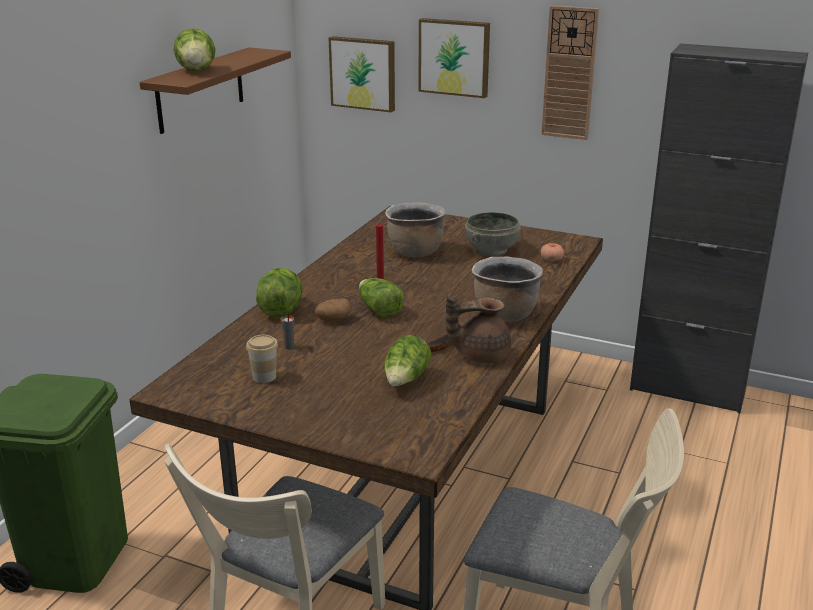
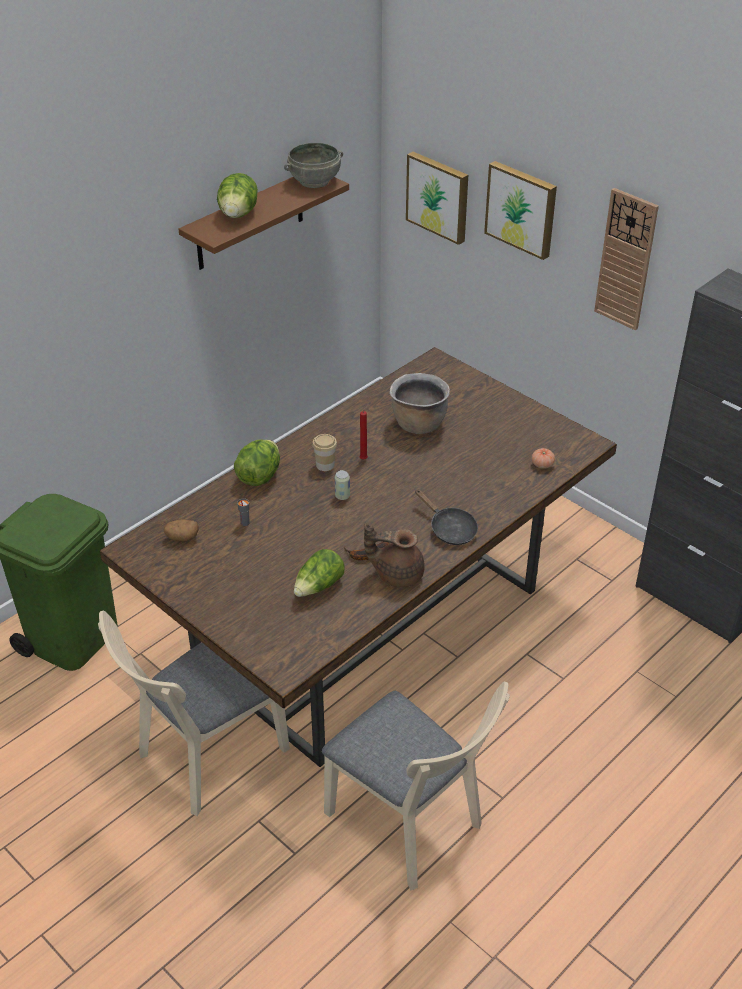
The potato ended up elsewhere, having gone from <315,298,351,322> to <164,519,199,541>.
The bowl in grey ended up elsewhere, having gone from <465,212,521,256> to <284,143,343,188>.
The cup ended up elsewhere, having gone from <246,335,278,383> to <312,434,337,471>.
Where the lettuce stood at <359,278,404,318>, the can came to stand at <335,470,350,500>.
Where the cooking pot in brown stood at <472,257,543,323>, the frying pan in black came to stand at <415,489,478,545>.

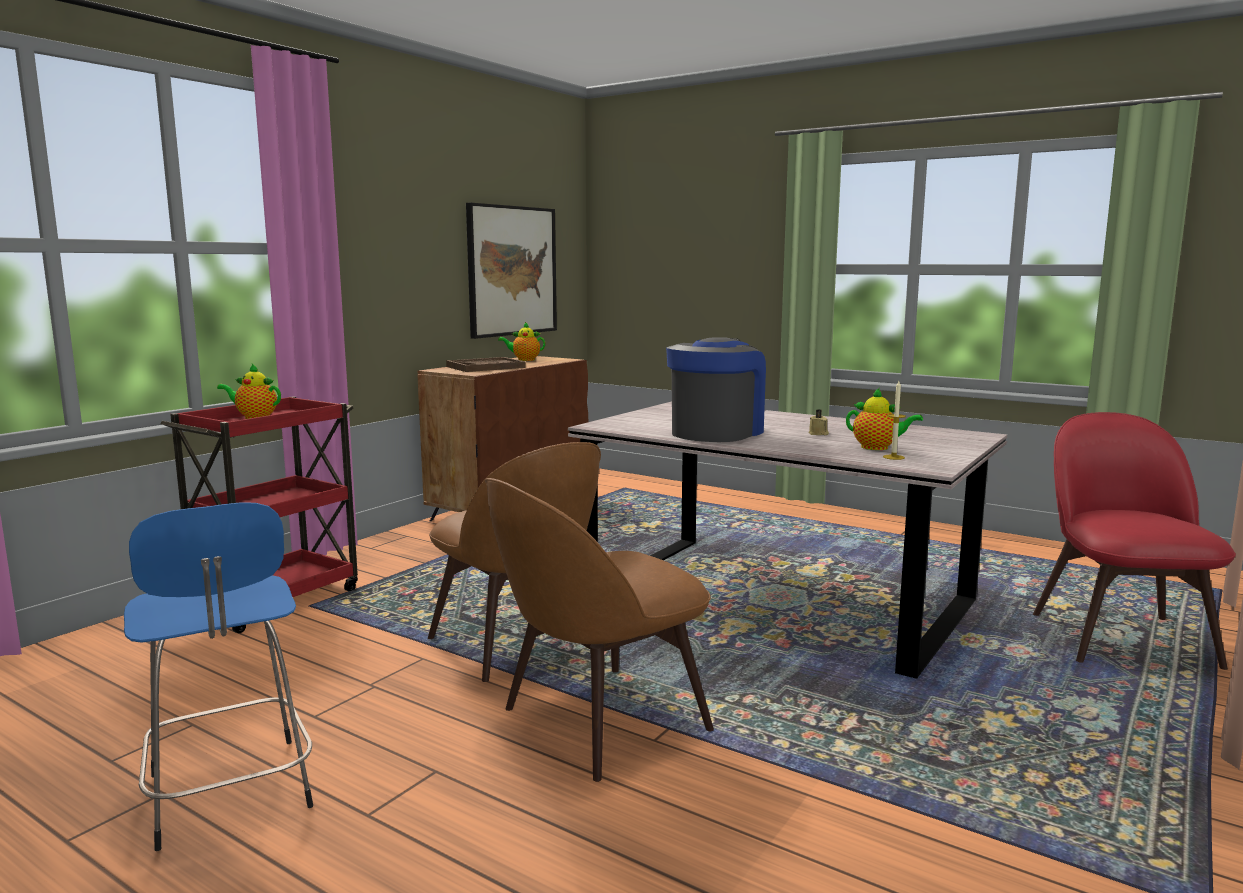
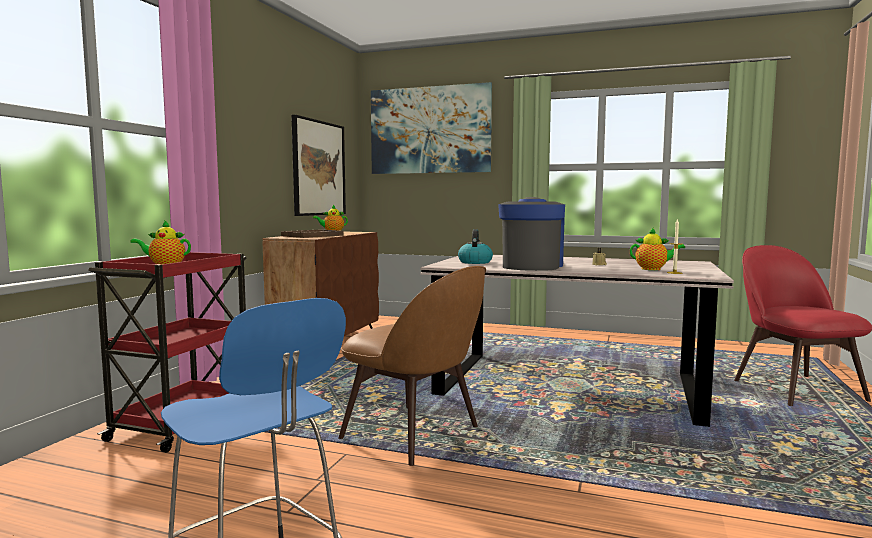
The second view gained the picture at <371,82,492,174>.
The second view gained the kettle at <458,229,493,264>.
The second view lost the chair in brown at <485,478,714,782>.

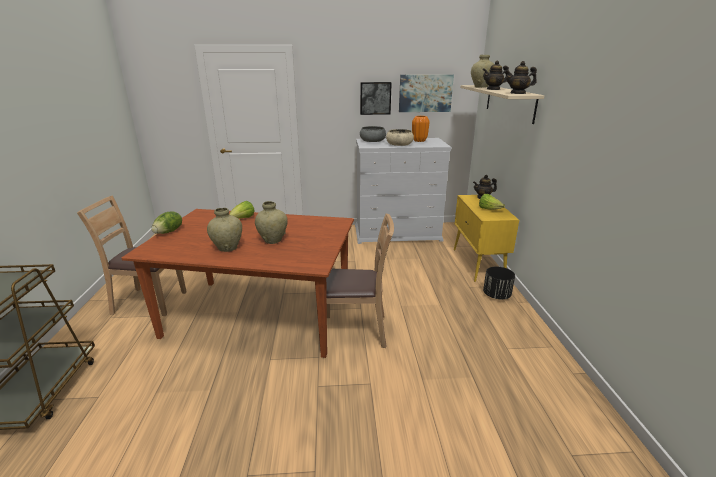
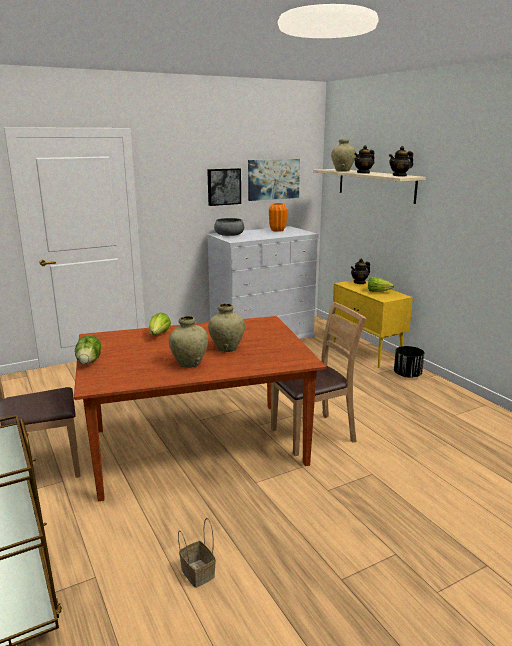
The second view gained the basket at <178,518,216,588>.
The second view lost the bowl in beige at <386,129,414,146>.

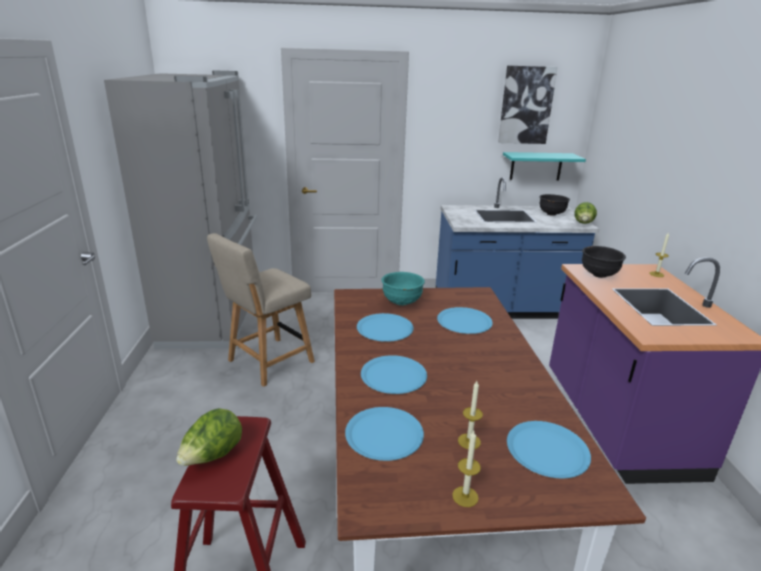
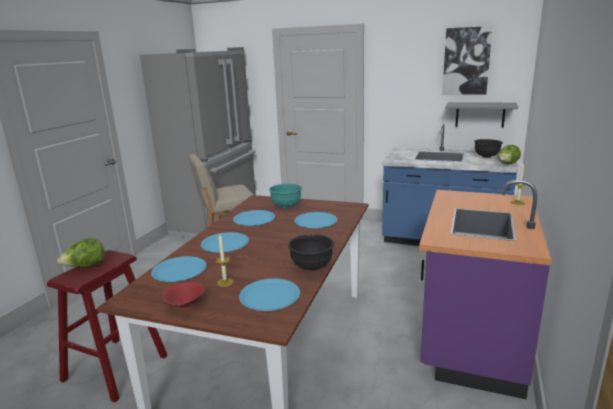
Where the candle stood at <452,431,481,507>, the bowl in red came to stand at <161,282,205,309>.
The bowl in black ended up elsewhere, having gone from <582,246,626,278> to <288,234,334,271>.
What was the shelf in turquoise at <503,152,586,181> turned into the shelf in grey at <446,102,518,128>.

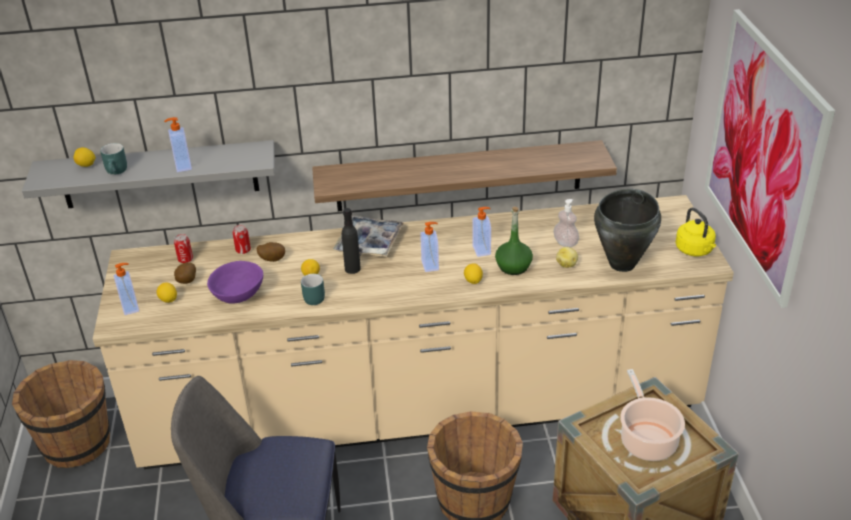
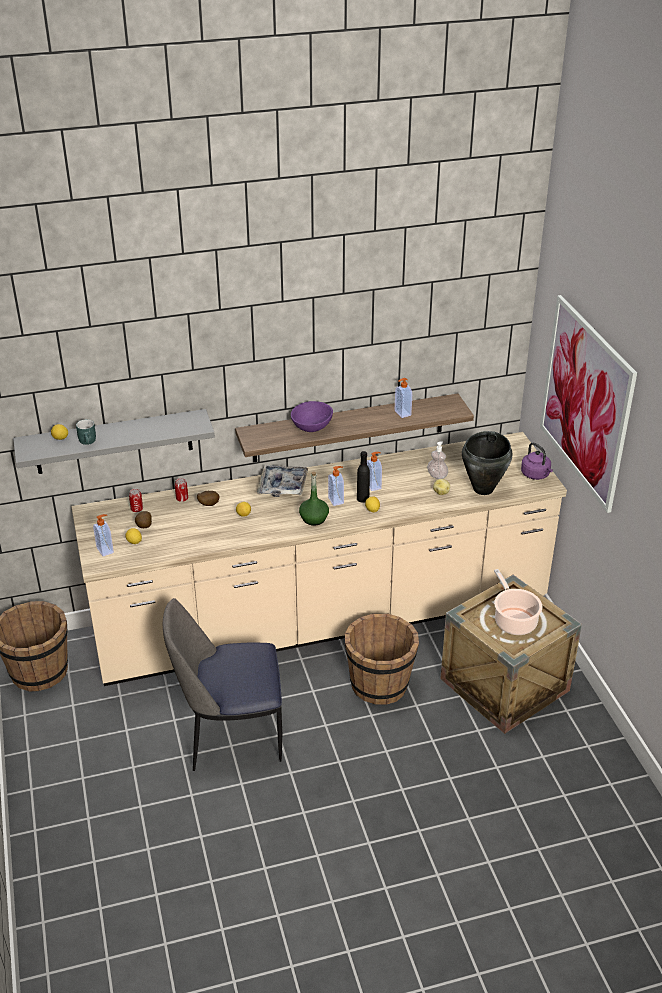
The bowl in purple ended up elsewhere, having gone from <207,261,263,304> to <291,401,333,432>.
The bottle in green ended up elsewhere, having gone from <495,207,533,275> to <299,472,329,526>.
The bottle in black ended up elsewhere, having gone from <342,208,361,274> to <357,451,370,503>.
The soap dispenser ended up elsewhere, having gone from <164,117,192,172> to <394,378,412,418>.
What was the kettle in yellow at <675,208,716,256> turned into the kettle in purple at <521,442,553,480>.
The second view lost the mug in turquoise at <301,274,325,305>.

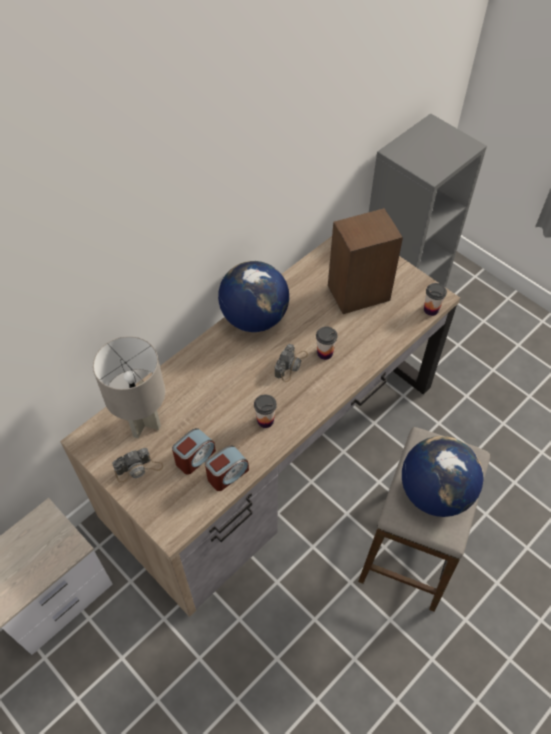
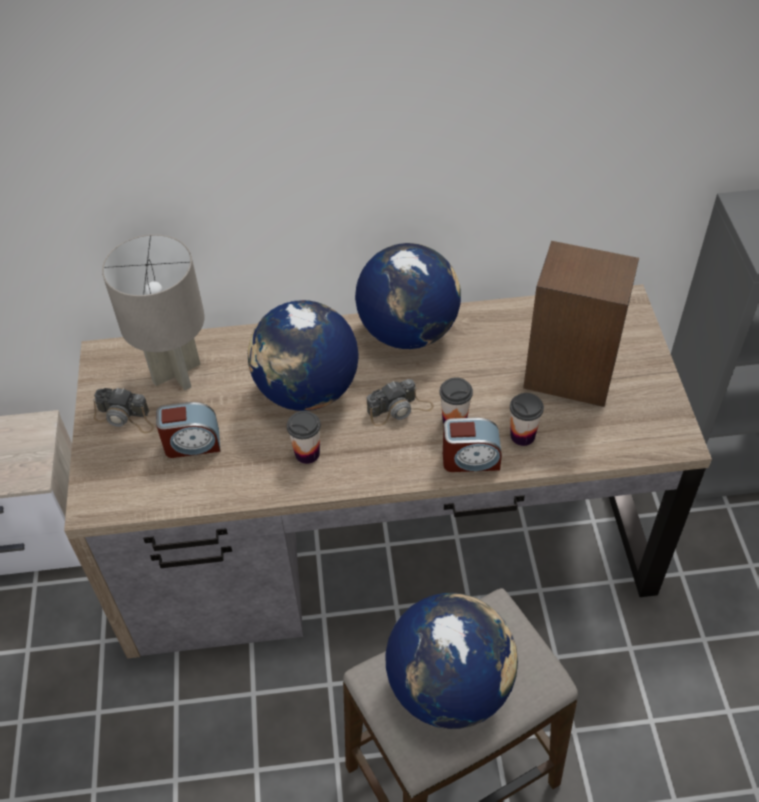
The second view gained the globe at <248,300,359,411>.
The alarm clock ended up elsewhere, having gone from <205,446,249,491> to <443,418,502,472>.
The cup ended up elsewhere, having gone from <424,283,447,316> to <510,393,544,446>.

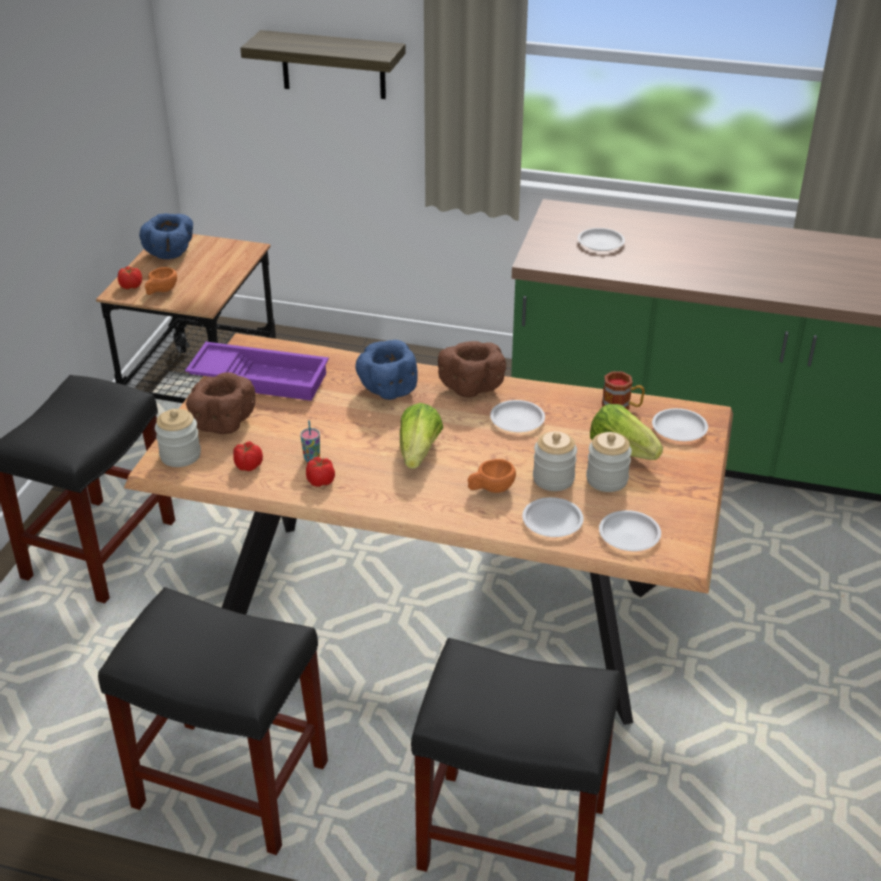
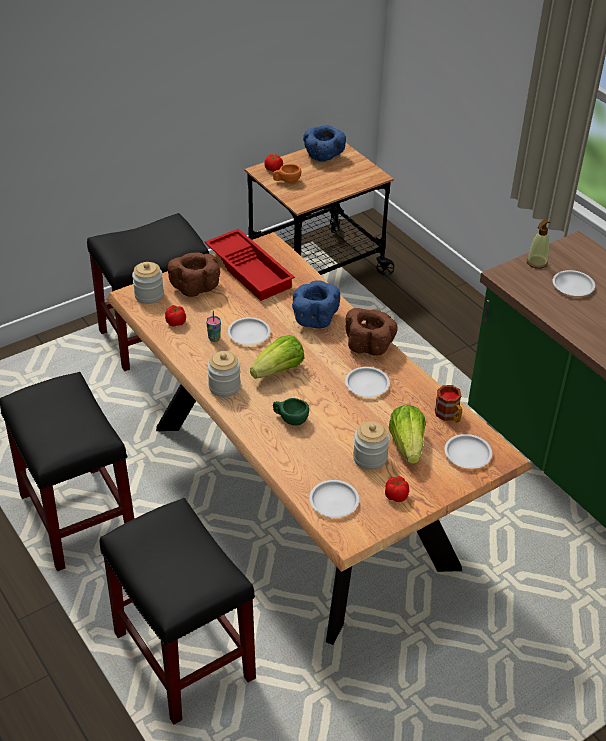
What was the tray in purple at <185,342,329,401> turned into the tray in red at <205,229,295,301>.
The jar ended up elsewhere, having gone from <533,431,577,491> to <207,351,241,397>.
The plate in white ended up elsewhere, having gone from <522,497,583,537> to <228,317,270,345>.
What was the cup in orange at <468,459,516,493> turned into the cup in green at <273,398,309,426>.
The tomato ended up elsewhere, having gone from <306,457,335,487> to <385,476,409,502>.
The second view gained the soap dispenser at <527,219,550,269>.
The second view lost the shelf at <240,30,406,99>.

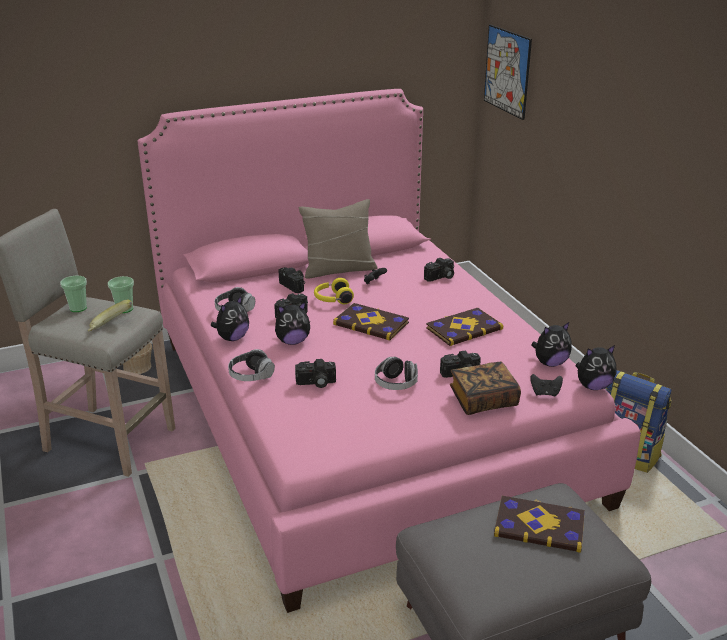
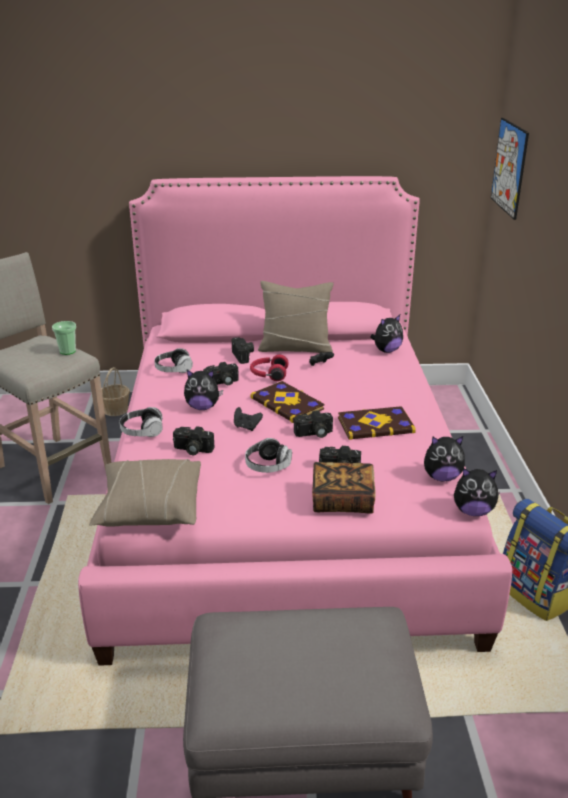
The second view gained the pillow in beige at <89,459,201,527>.
The game controller in black ended up elsewhere, having gone from <530,374,563,397> to <234,407,263,431>.
What was the headphones in yellow at <314,278,354,304> turned into the headphones in red at <250,355,289,381>.
The photo camera ended up elsewhere, having gone from <424,258,454,282> to <294,410,333,438>.
The plush toy ended up elsewhere, having gone from <211,295,249,341> to <370,315,403,353>.
The second view lost the cup at <60,276,87,312>.
The second view lost the banana at <88,300,133,331>.
The second view lost the book at <494,496,585,553>.

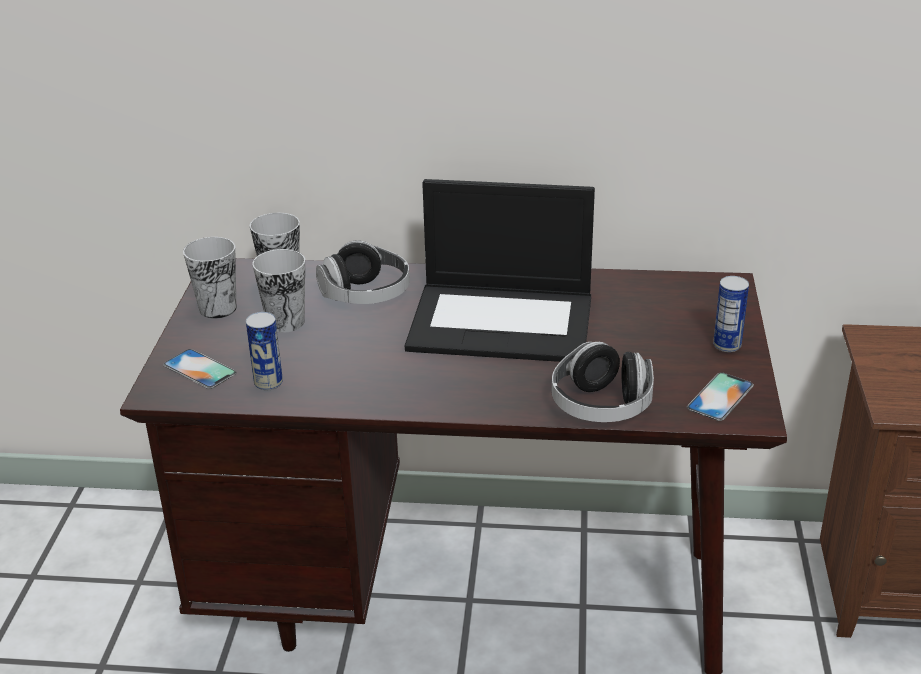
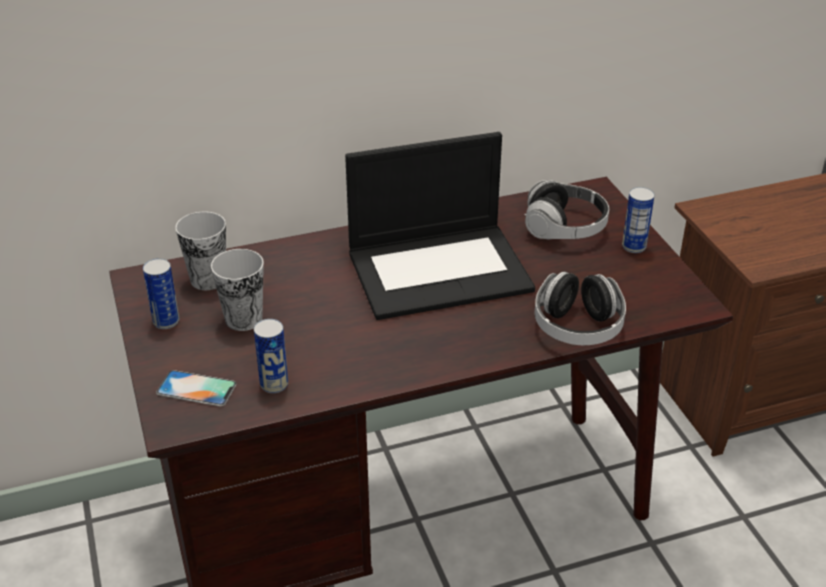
Where the cup stood at <183,237,237,319>, the can came to stand at <143,258,179,329>.
The headphones ended up elsewhere, having gone from <316,240,410,304> to <524,180,609,239>.
The second view lost the phone at <687,372,754,421>.

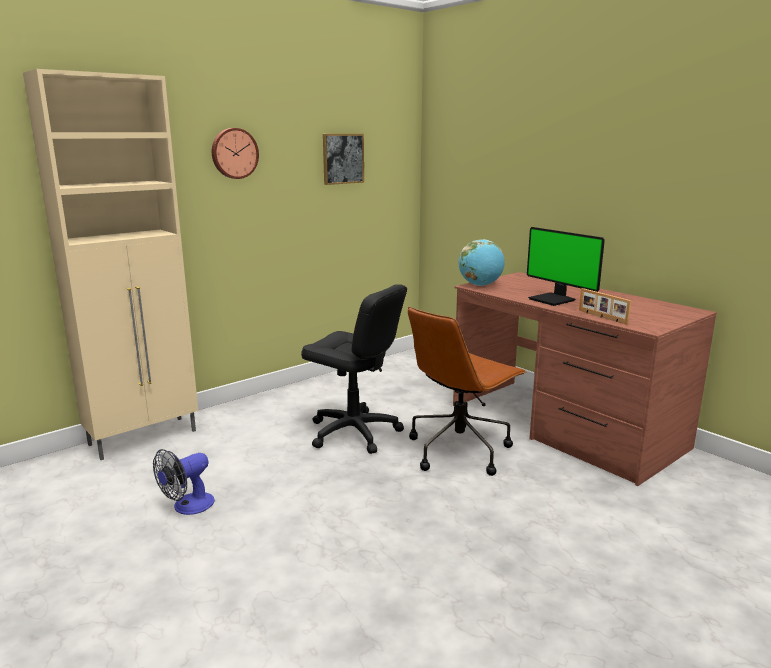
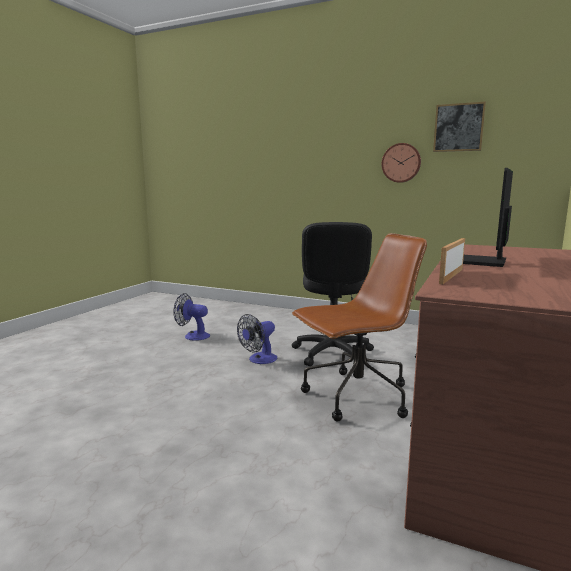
The second view gained the fan at <237,314,277,364>.
The office chair in brown at <408,307,527,476> ended up facing another way, 135 degrees clockwise from before.
The wall clock ended up elsewhere, having gone from <212,128,259,179> to <382,143,421,183>.
The second view lost the cabinet in beige at <23,69,198,460>.
The second view lost the globe at <459,239,505,286>.

